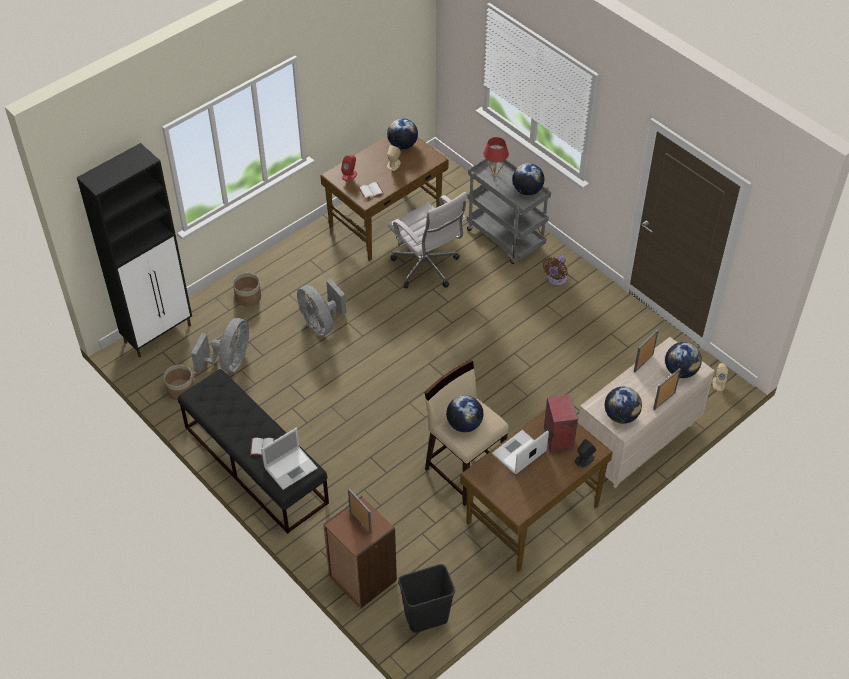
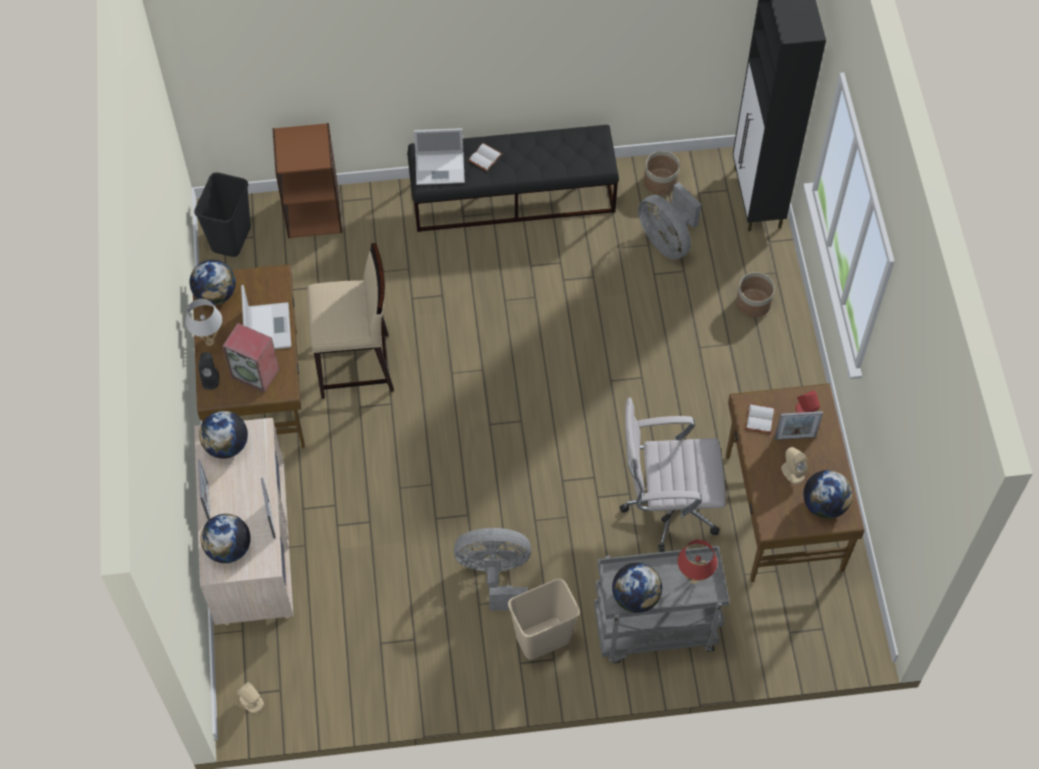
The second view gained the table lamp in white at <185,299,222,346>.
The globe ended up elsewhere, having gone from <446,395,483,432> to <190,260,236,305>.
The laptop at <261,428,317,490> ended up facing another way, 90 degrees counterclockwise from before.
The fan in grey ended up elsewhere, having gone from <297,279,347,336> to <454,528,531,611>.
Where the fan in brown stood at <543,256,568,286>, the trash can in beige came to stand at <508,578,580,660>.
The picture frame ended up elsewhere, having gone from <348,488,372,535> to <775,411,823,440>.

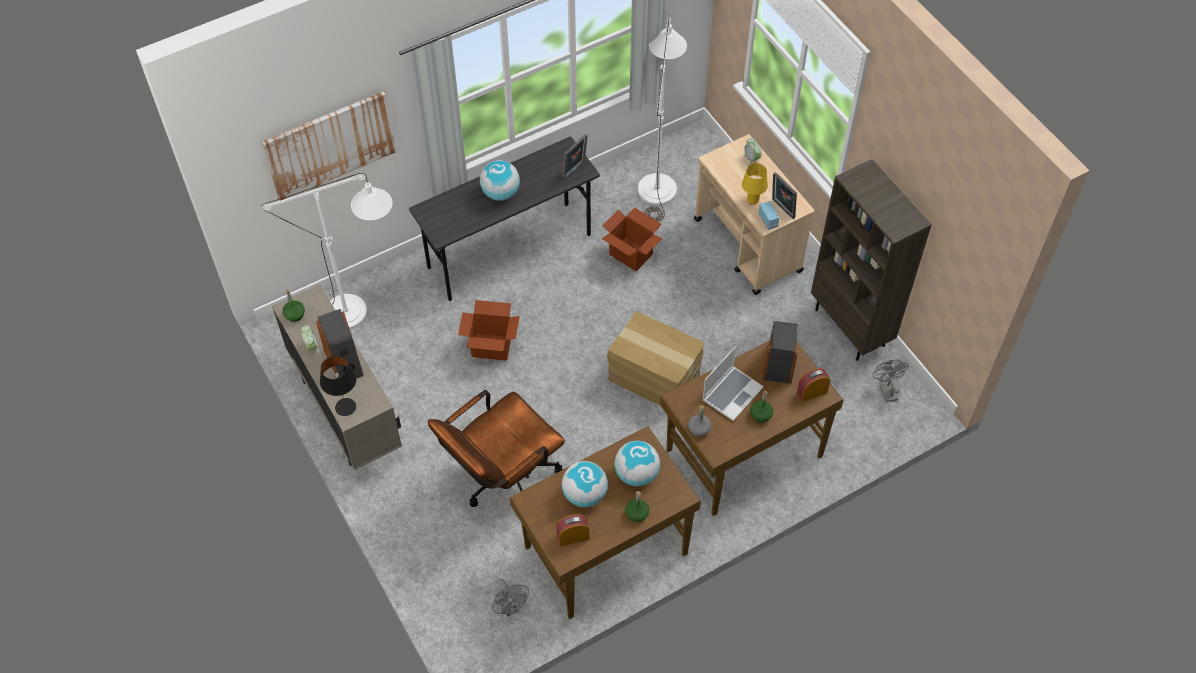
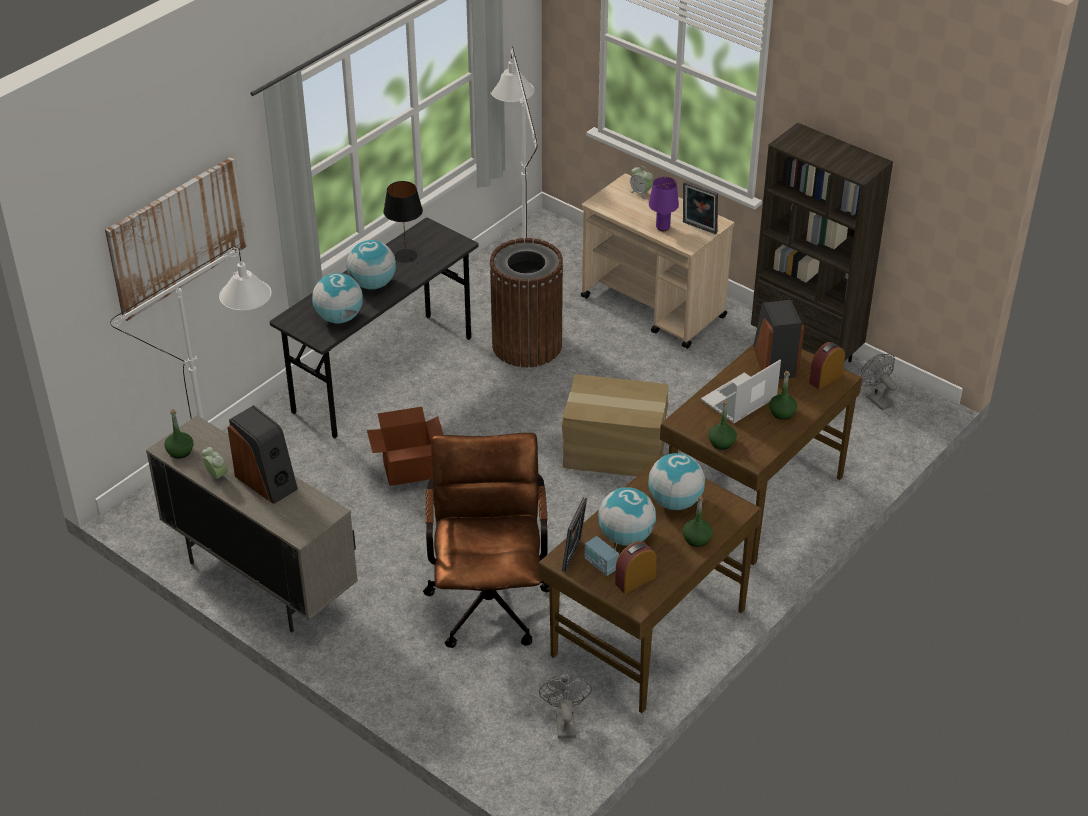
The second view gained the globe at <312,273,363,323>.
The table lamp in black ended up elsewhere, having gone from <320,356,357,416> to <383,181,423,263>.
The office chair in brown at <428,390,565,507> ended up facing another way, 150 degrees clockwise from before.
Where the cardboard box stood at <602,207,662,271>, the trash can in brown came to stand at <489,238,563,367>.
The fan in grey at <492,578,529,617> ended up facing another way, 135 degrees counterclockwise from before.
The picture frame ended up elsewhere, having gone from <562,134,588,180> to <562,497,587,572>.
The radio ended up elsewhere, having gone from <758,201,780,230> to <585,536,619,576>.
What was the table lamp in yellow at <742,163,768,205> turned into the table lamp in purple at <649,177,679,231>.
The laptop at <702,346,764,421> ended up facing another way, 150 degrees counterclockwise from before.
What was the bottle in grey at <688,405,711,437> turned into the bottle in green at <708,400,737,450>.

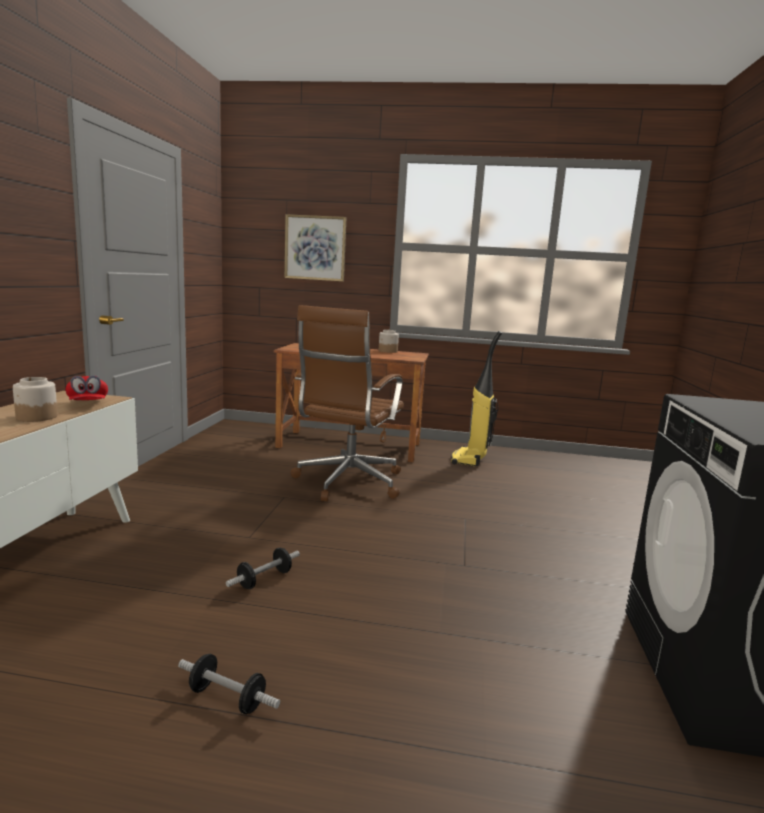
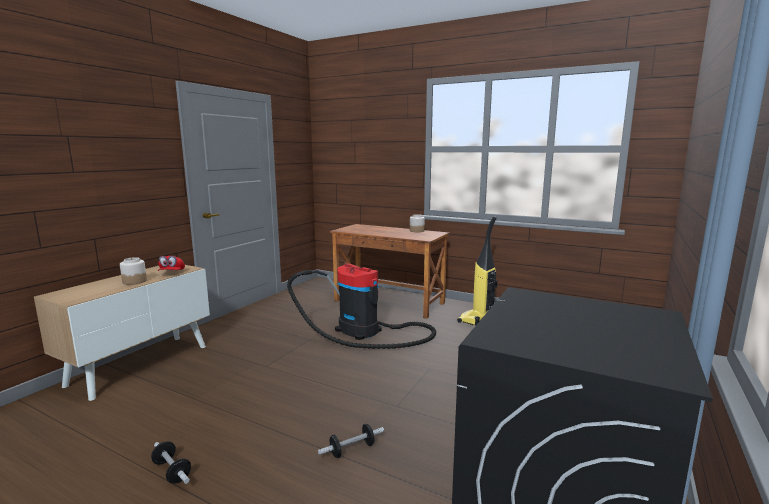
Where the office chair in brown stood at <291,305,404,501>, the vacuum cleaner came to stand at <287,263,436,349>.
The dumbbell ended up elsewhere, having gone from <226,548,300,589> to <318,424,384,458>.
The second view lost the picture at <284,214,346,282>.

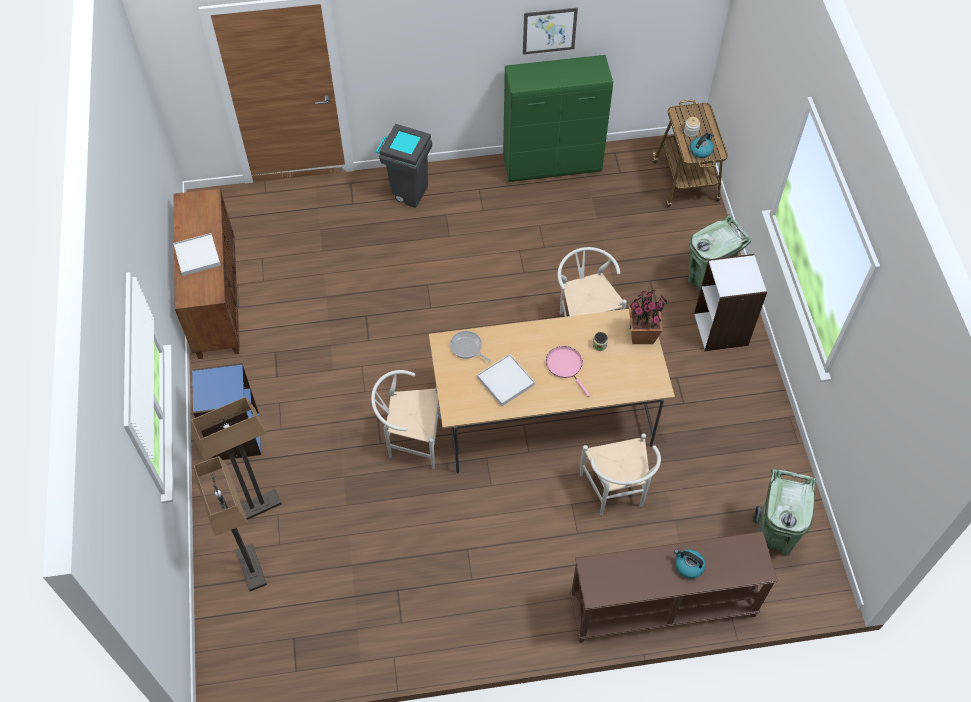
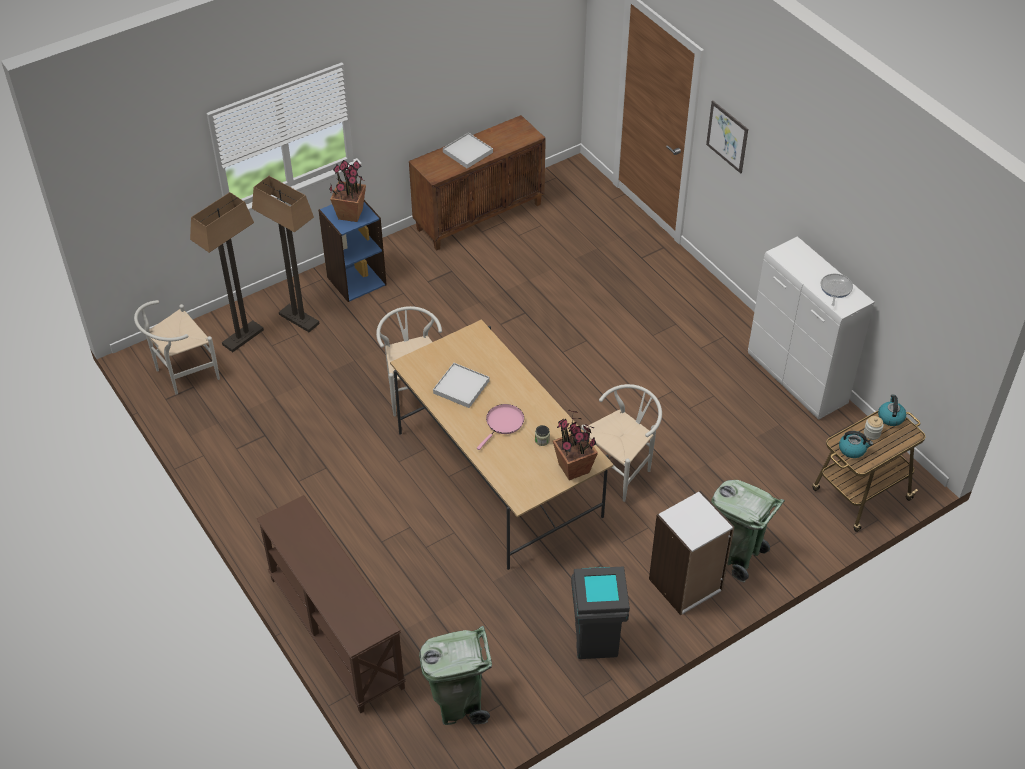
The chair in white ended up elsewhere, having gone from <580,434,661,515> to <134,300,220,395>.
The second view gained the potted plant at <329,160,366,222>.
The trash can in grey ended up elsewhere, having gone from <376,124,432,208> to <571,567,630,659>.
The picture ended up elsewhere, having gone from <523,8,578,55> to <706,100,748,174>.
What was the cabinet in green at <503,55,613,182> turned into the cabinet in white at <748,236,874,420>.
The frying pan ended up elsewhere, having gone from <450,331,491,362> to <821,274,853,306>.
The kettle ended up elsewhere, having gone from <674,549,705,579> to <878,394,906,426>.

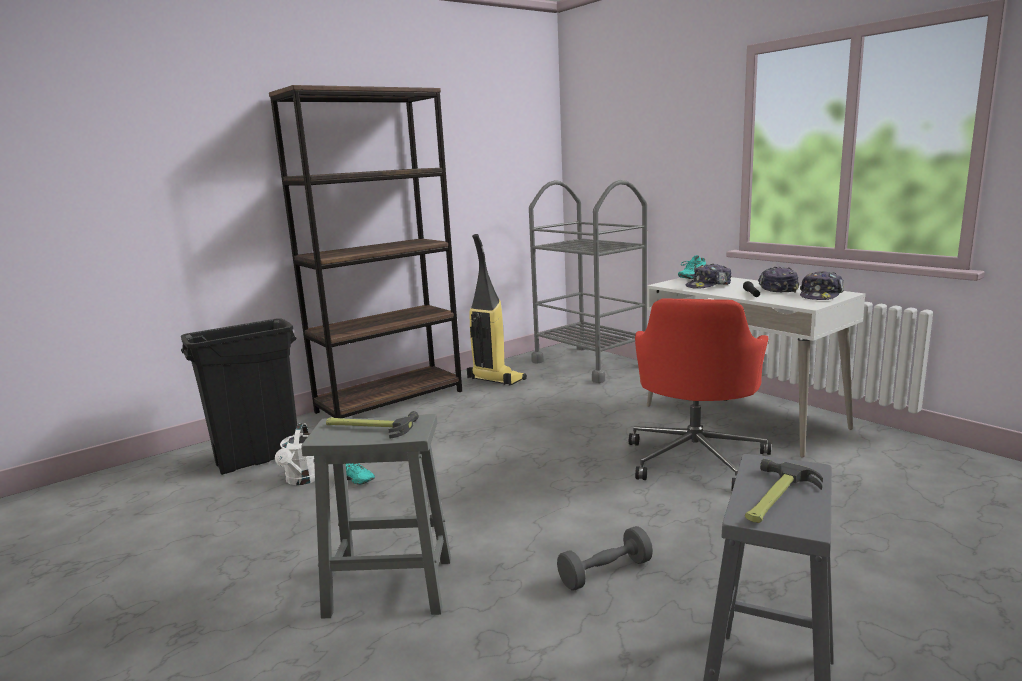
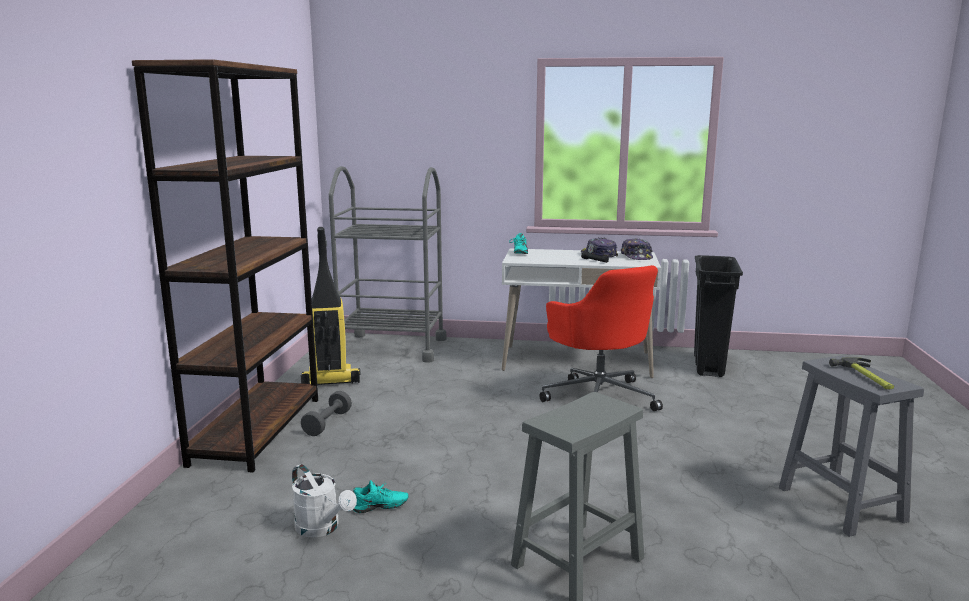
The dumbbell in grey ended up elsewhere, having gone from <557,526,653,590> to <301,391,352,436>.
The trash can in black ended up elsewhere, having gone from <181,319,297,475> to <694,255,743,377>.
The second view lost the hammer at <326,411,419,439>.
The second view lost the cap at <686,264,731,289>.

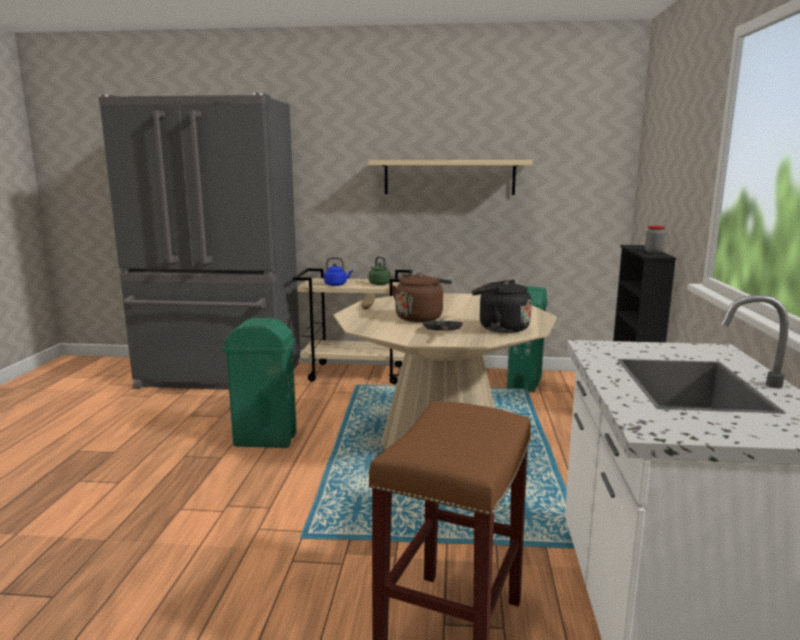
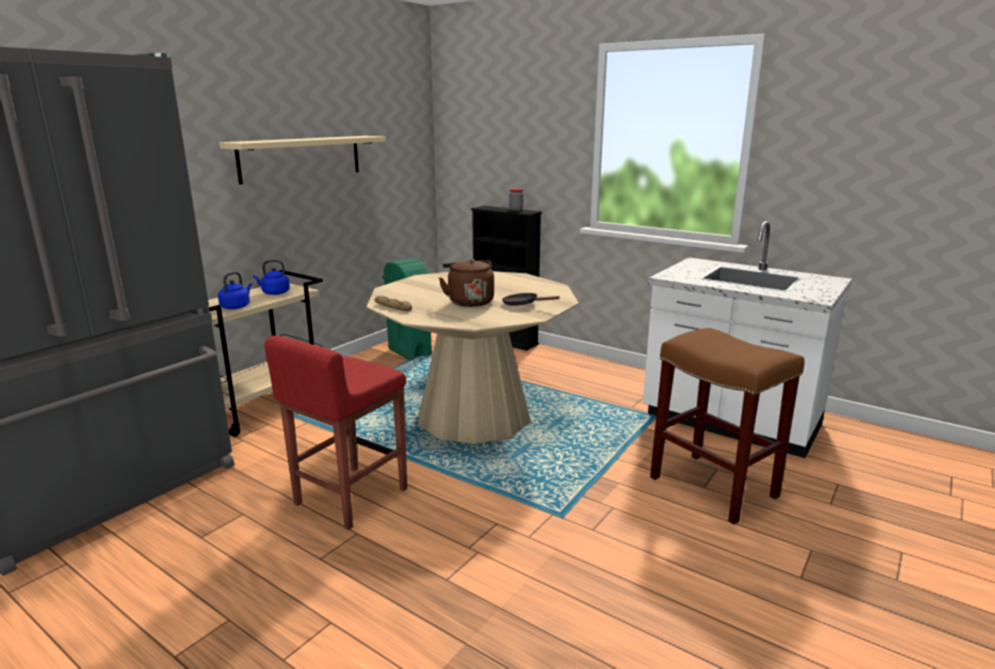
What was the kettle in green at <369,256,391,285> turned into the kettle in blue at <253,260,290,295>.
Where the trash can in green stood at <222,318,297,448>, the stool in red came to stand at <265,335,407,530>.
The second view lost the kettle in black at <472,280,532,333>.

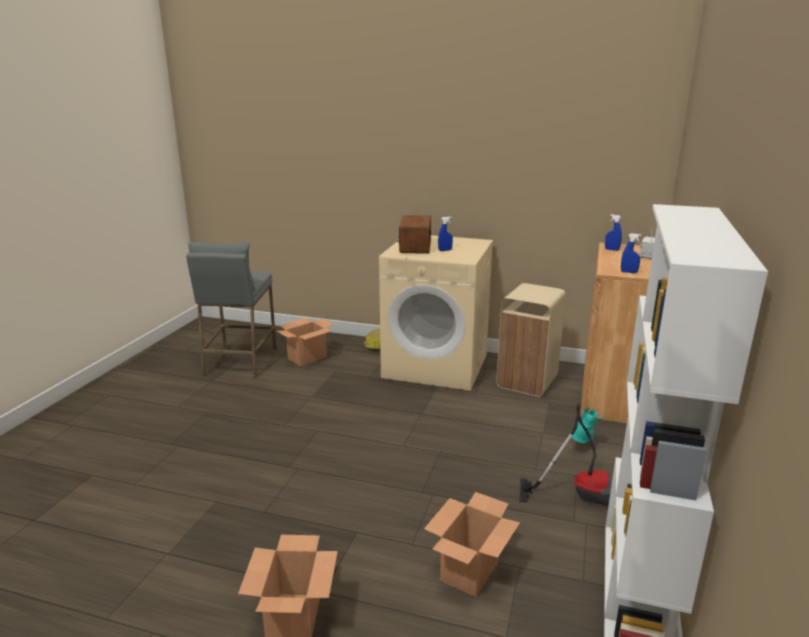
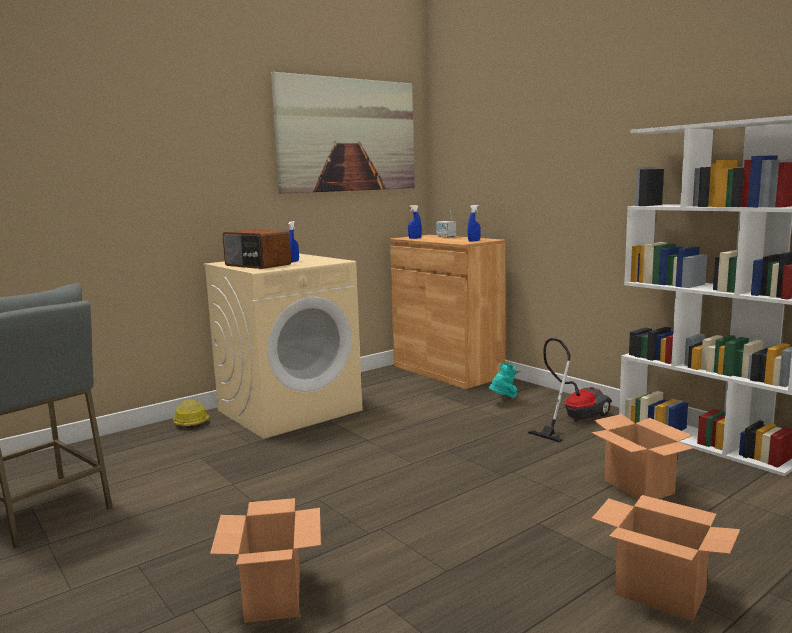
The cardboard box ended up elsewhere, having gone from <276,318,334,366> to <210,498,321,623>.
The second view gained the picture at <271,72,415,194>.
The boot in turquoise at <571,407,603,444> ended up facing another way, 60 degrees clockwise from before.
The second view lost the trash can in beige at <497,283,566,397>.

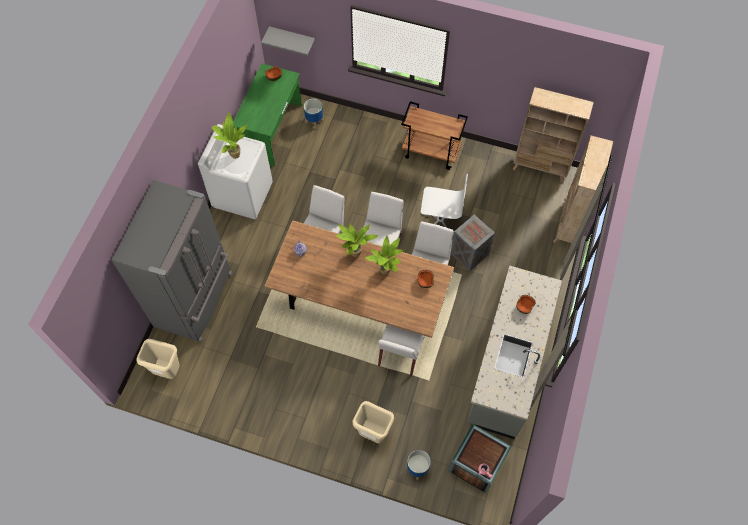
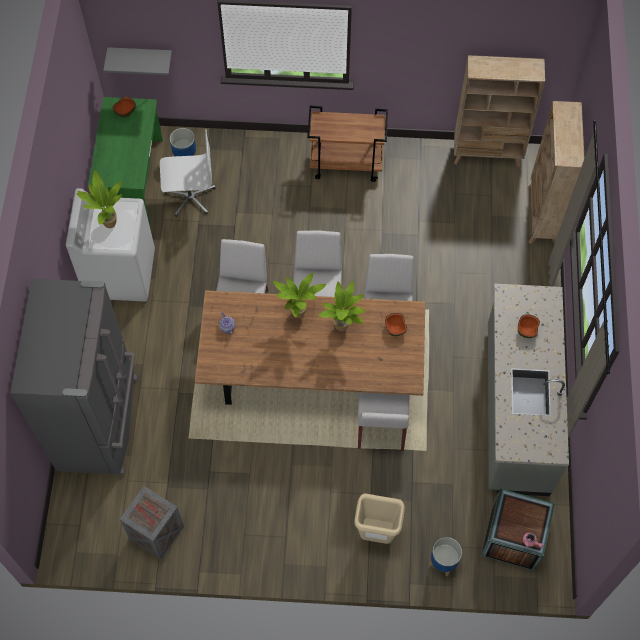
The crate ended up elsewhere, having gone from <450,215,495,271> to <120,486,184,559>.
The office chair in white ended up elsewhere, having gone from <421,174,468,228> to <160,129,215,217>.
The second view lost the trash can in beige at <137,339,179,379>.

